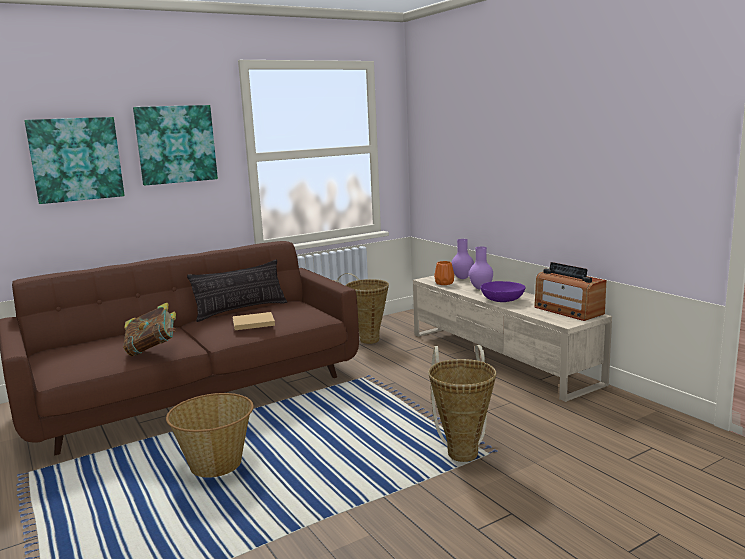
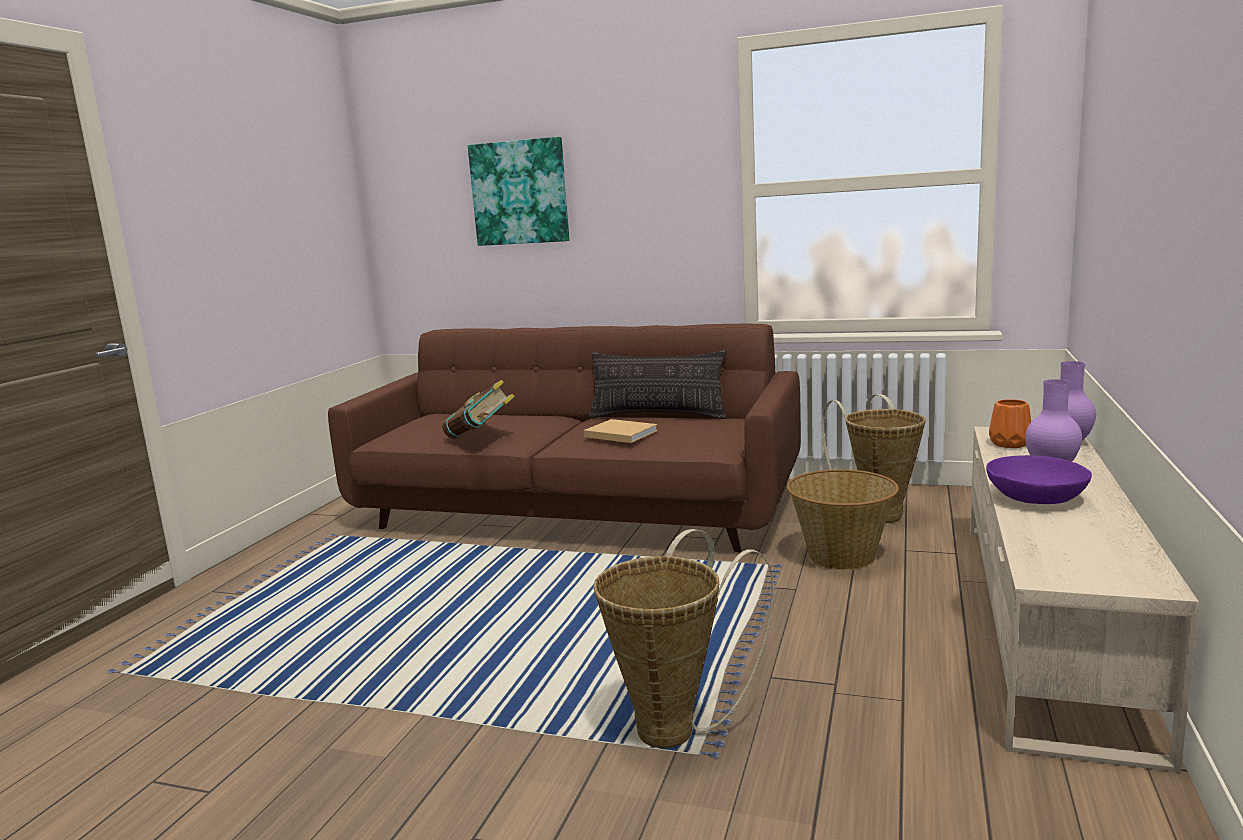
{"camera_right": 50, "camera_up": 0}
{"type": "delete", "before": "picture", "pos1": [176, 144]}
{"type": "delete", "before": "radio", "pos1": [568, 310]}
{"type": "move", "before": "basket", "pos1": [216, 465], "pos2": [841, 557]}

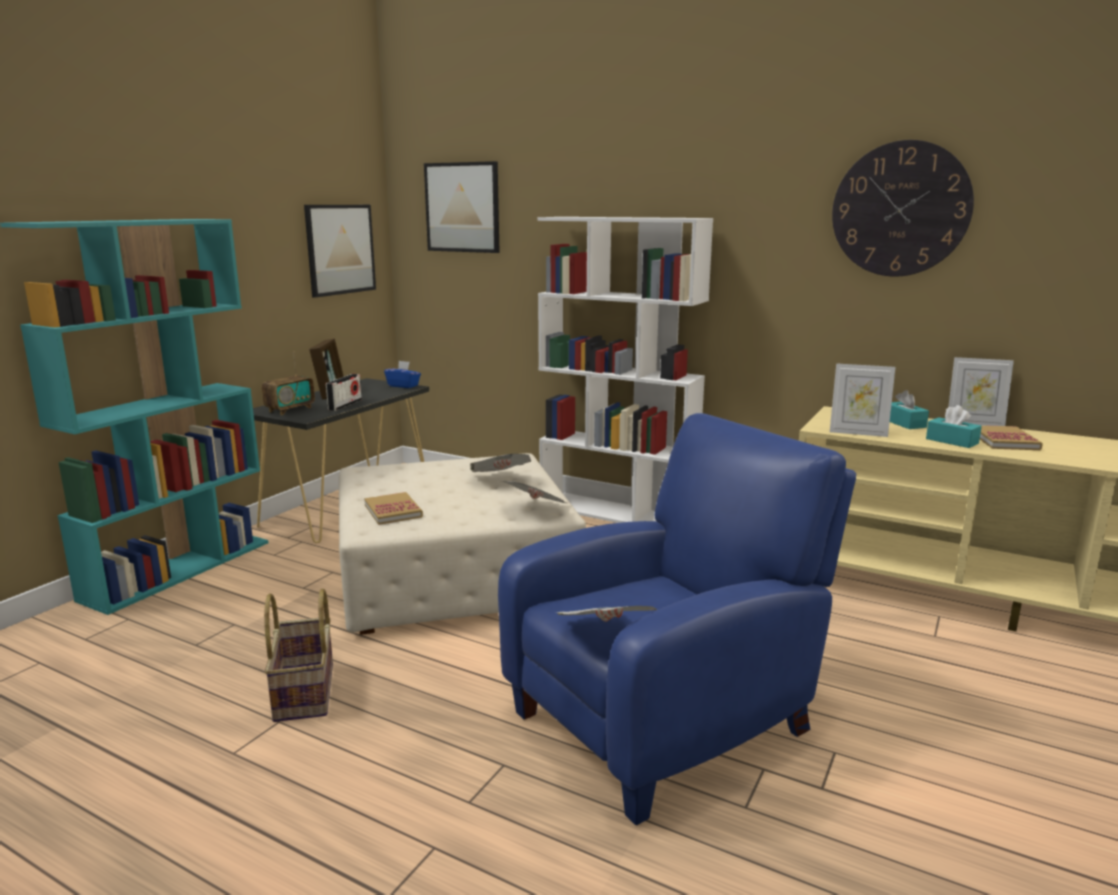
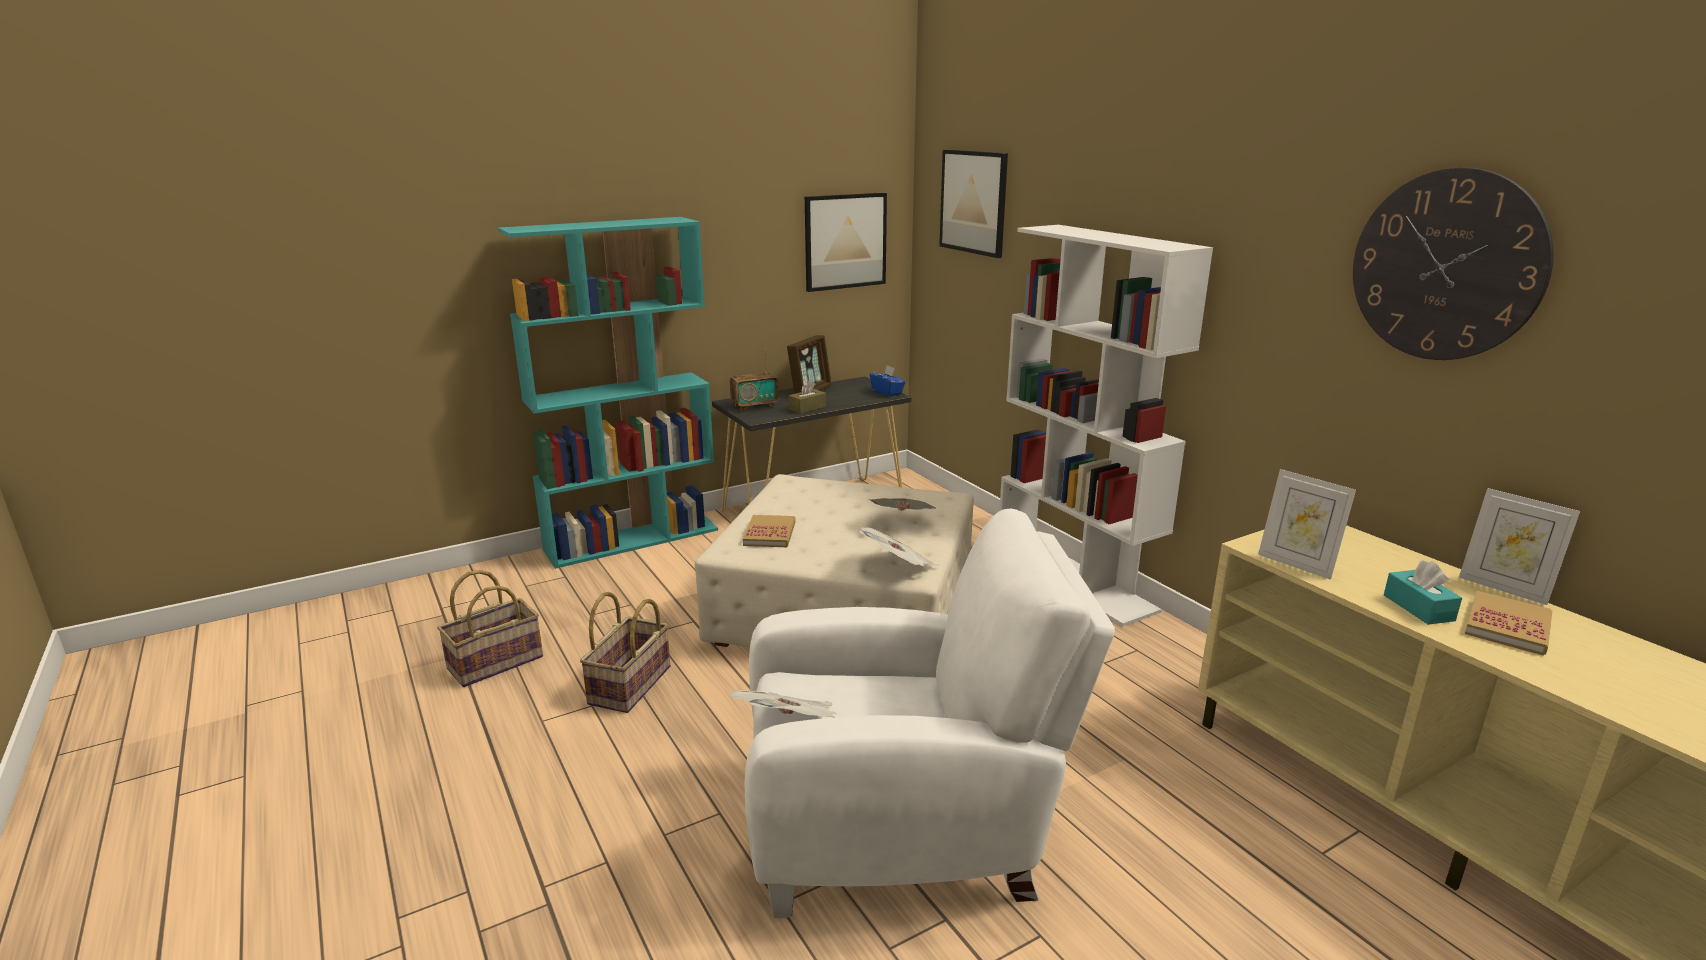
{"camera_right": 30, "camera_up": 5}
{"type": "replace", "before": "radio", "after": "tissue box in brown", "pos1": [345, 405], "pos2": [807, 408]}
{"type": "delete", "before": "tissue box in turquoise", "pos1": [904, 423]}
{"type": "recolor", "before": "armchair in blue", "after": "armchair in white", "pos1": [669, 718], "pos2": [905, 828]}
{"type": "insert", "after": "basket", "pos2": [495, 662]}

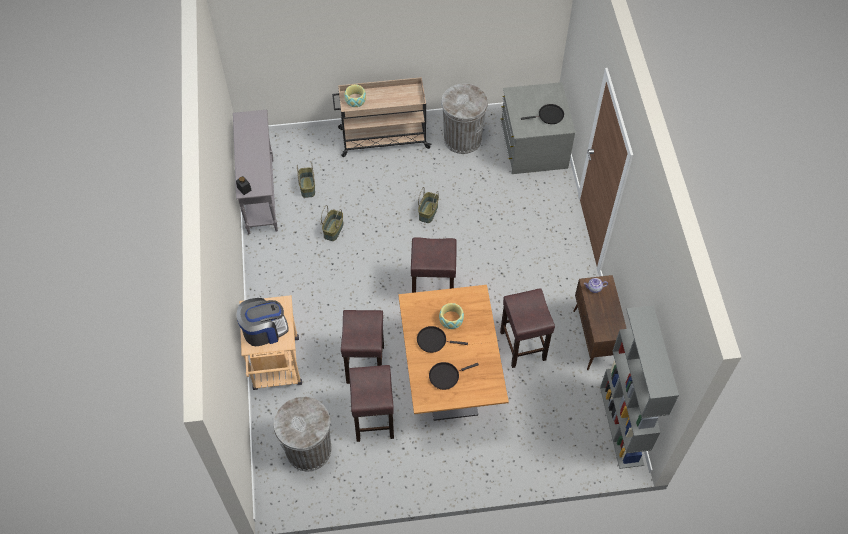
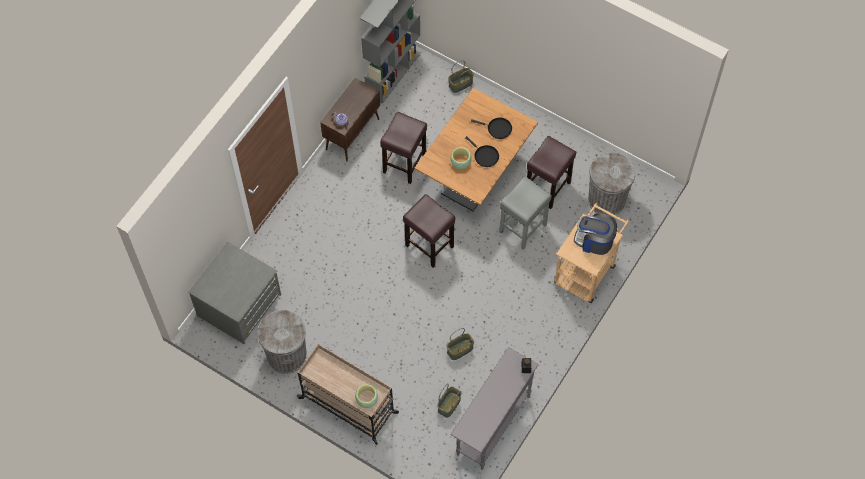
{"camera_right": -140, "camera_up": 5}
{"type": "delete", "before": "frying pan in black", "pos1": [549, 116]}
{"type": "move", "before": "basket", "pos1": [428, 212], "pos2": [460, 84]}
{"type": "recolor", "before": "stool in brown", "after": "stool in grey", "pos1": [365, 363], "pos2": [522, 229]}

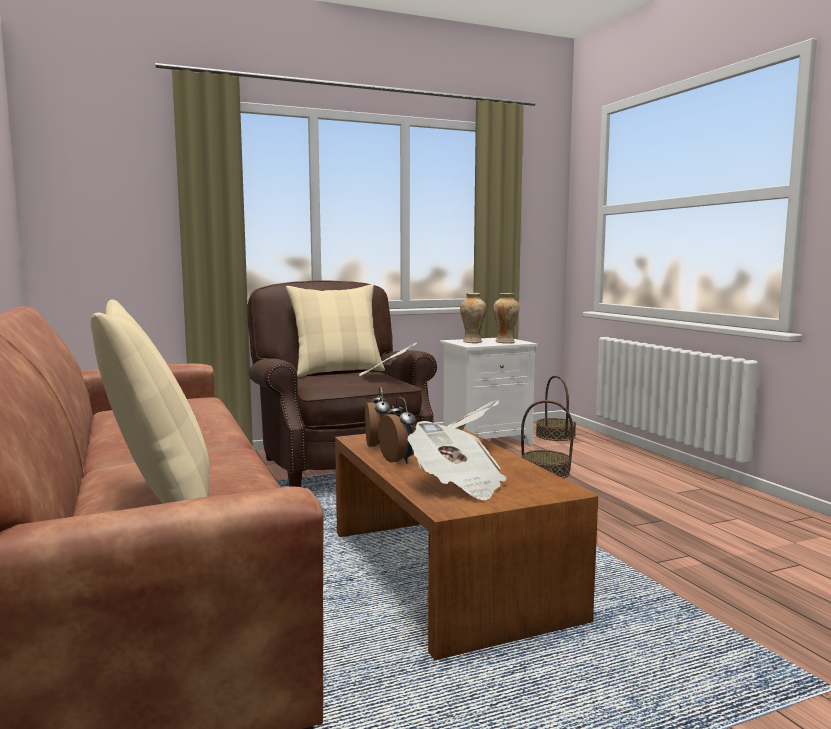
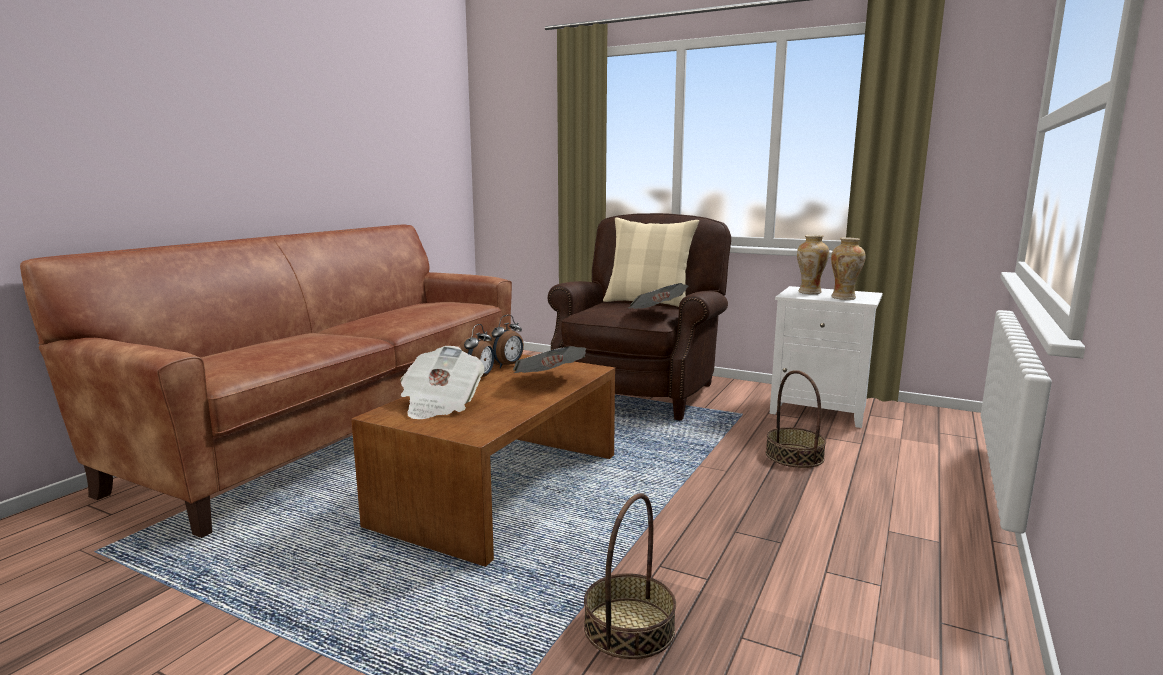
{"camera_right": 50, "camera_up": 5}
{"type": "delete", "before": "pillow in beige", "pos1": [161, 500]}
{"type": "move", "before": "basket", "pos1": [555, 436], "pos2": [629, 628]}

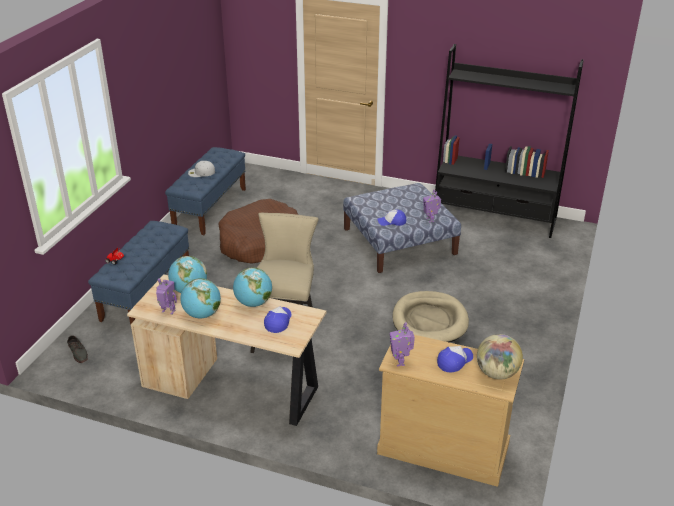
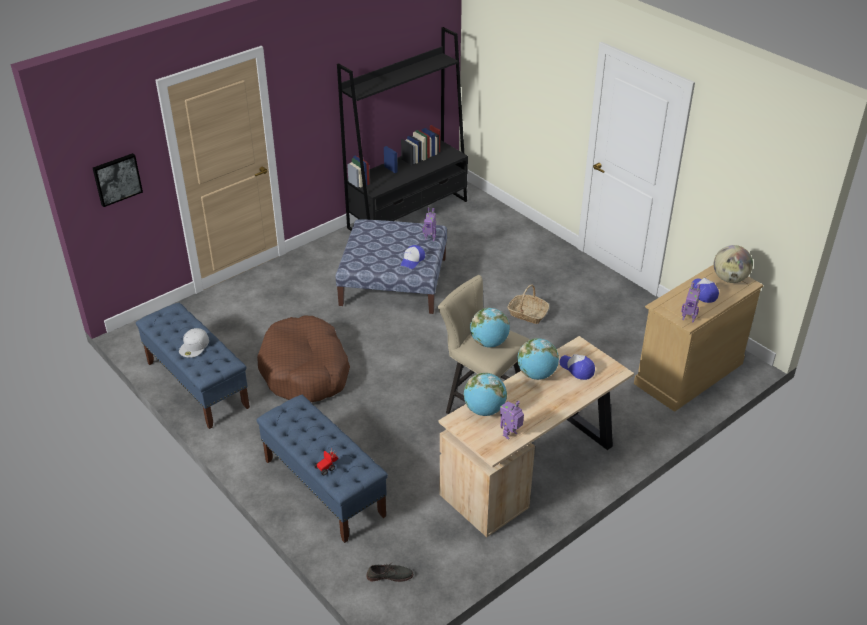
{"camera_right": -60, "camera_up": 5}
{"type": "move", "before": "globe", "pos1": [202, 314], "pos2": [489, 343]}
{"type": "replace", "before": "dog bed in beige", "after": "basket", "pos1": [430, 321], "pos2": [527, 314]}
{"type": "insert", "after": "picture", "pos2": [117, 179]}

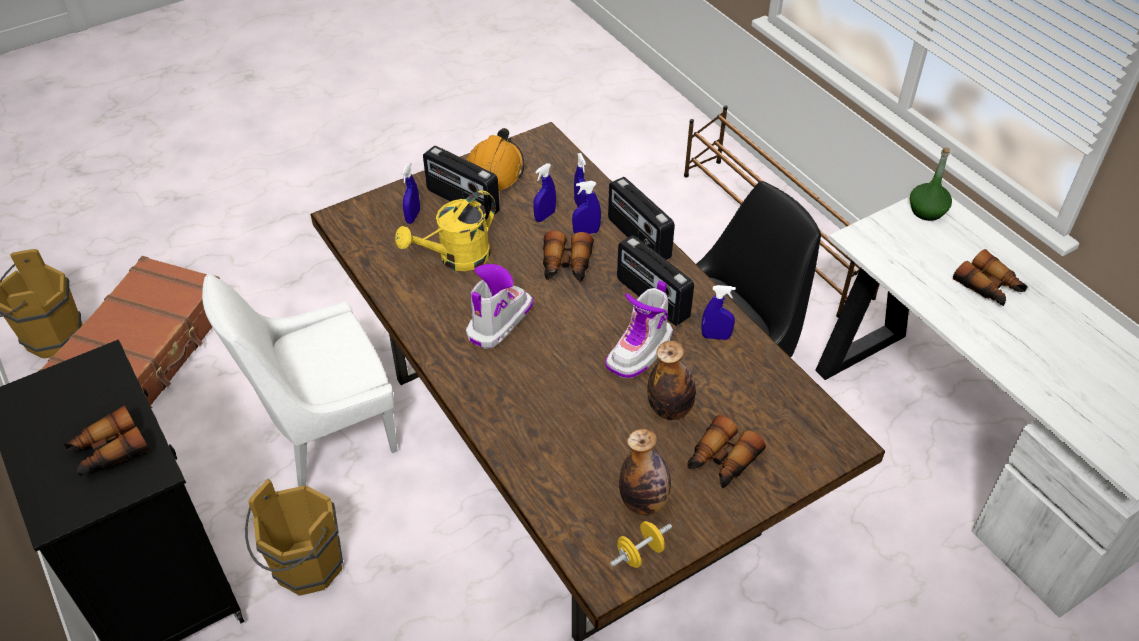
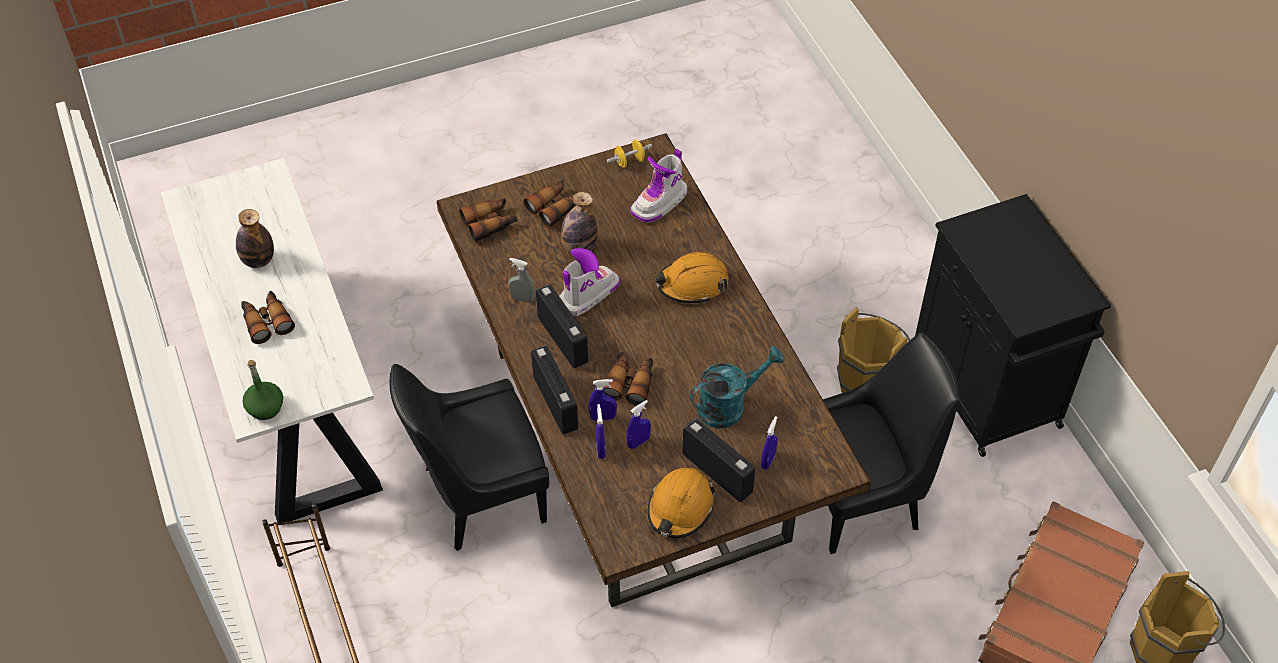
{"camera_right": -170, "camera_up": 5}
{"type": "recolor", "before": "watering can in yellow", "after": "watering can in turquoise", "pos1": [456, 259], "pos2": [729, 405]}
{"type": "move", "before": "boot", "pos1": [498, 322], "pos2": [660, 203]}
{"type": "recolor", "before": "chair in white", "after": "chair in black", "pos1": [325, 431], "pos2": [860, 497]}
{"type": "recolor", "before": "spray bottle in blue", "after": "spray bottle in grey", "pos1": [716, 336], "pos2": [522, 299]}
{"type": "move", "before": "binoculars", "pos1": [108, 451], "pos2": [490, 223]}
{"type": "move", "before": "bottle", "pos1": [644, 502], "pos2": [258, 260]}
{"type": "insert", "after": "hard hat in orange", "pos2": [692, 284]}

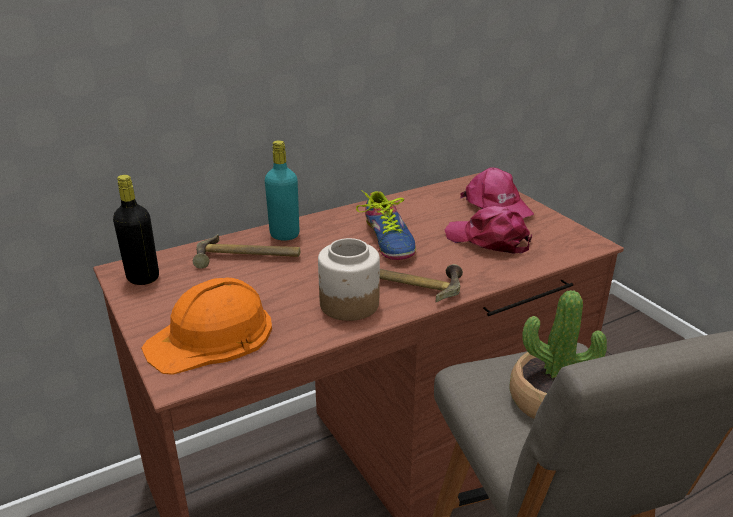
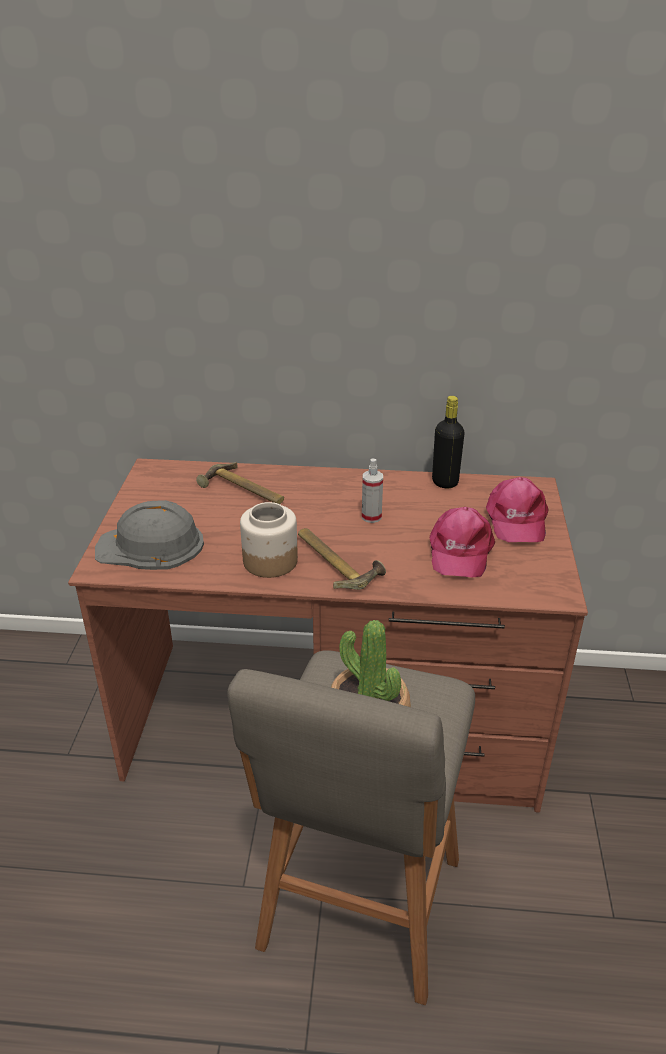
{"camera_right": 35, "camera_up": 5}
{"type": "delete", "before": "bottle in turquoise", "pos1": [284, 235]}
{"type": "move", "before": "bottle in black", "pos1": [143, 278], "pos2": [445, 482]}
{"type": "replace", "before": "shoe", "after": "spray bottle", "pos1": [389, 240], "pos2": [371, 517]}
{"type": "rotate", "before": "cap in pink", "pos1": [488, 240], "pos2": [459, 551], "turn": -150}
{"type": "recolor", "before": "hard hat in orange", "after": "hard hat in grey", "pos1": [211, 336], "pos2": [151, 545]}

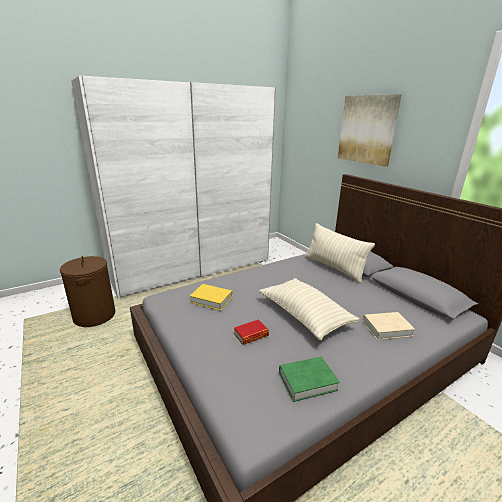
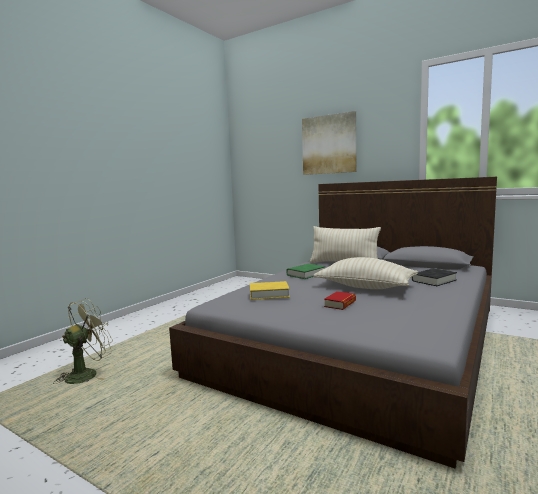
{"camera_right": -25, "camera_up": -15}
{"type": "delete", "before": "wardrobe in white", "pos1": [192, 267]}
{"type": "replace", "before": "laundry basket in brown", "after": "fan in green", "pos1": [94, 315], "pos2": [87, 374]}
{"type": "recolor", "before": "book in beige", "after": "book in black", "pos1": [386, 328], "pos2": [434, 280]}
{"type": "move", "before": "book in green", "pos1": [307, 381], "pos2": [306, 274]}

